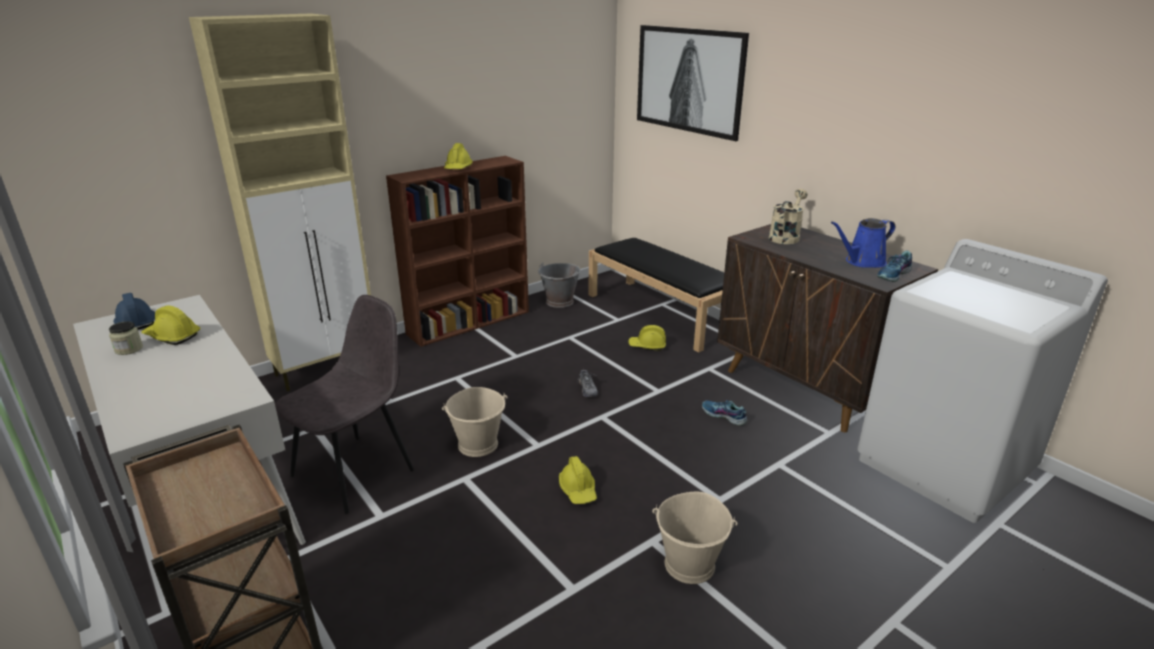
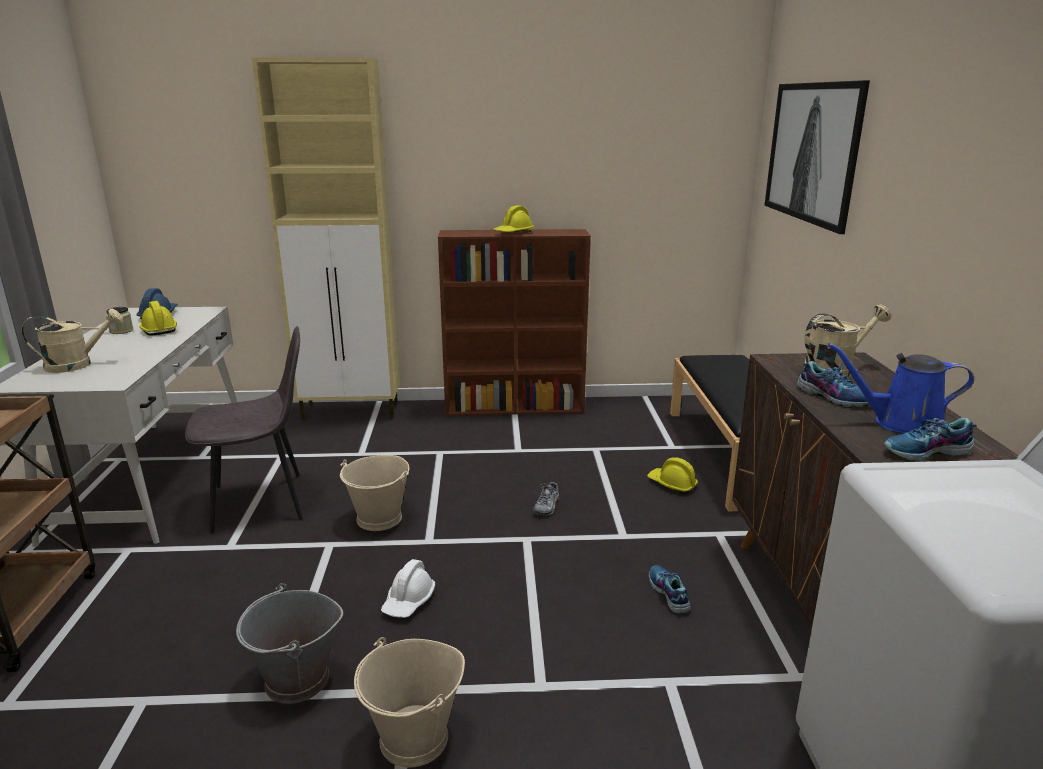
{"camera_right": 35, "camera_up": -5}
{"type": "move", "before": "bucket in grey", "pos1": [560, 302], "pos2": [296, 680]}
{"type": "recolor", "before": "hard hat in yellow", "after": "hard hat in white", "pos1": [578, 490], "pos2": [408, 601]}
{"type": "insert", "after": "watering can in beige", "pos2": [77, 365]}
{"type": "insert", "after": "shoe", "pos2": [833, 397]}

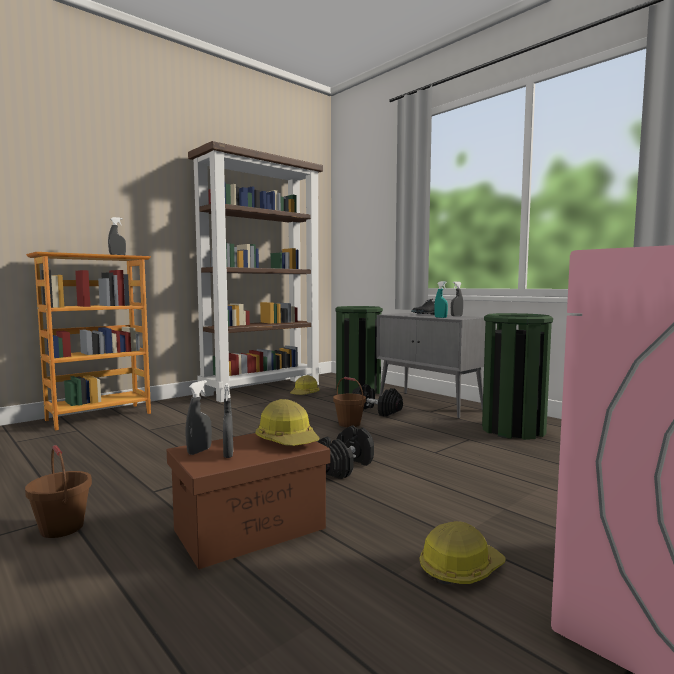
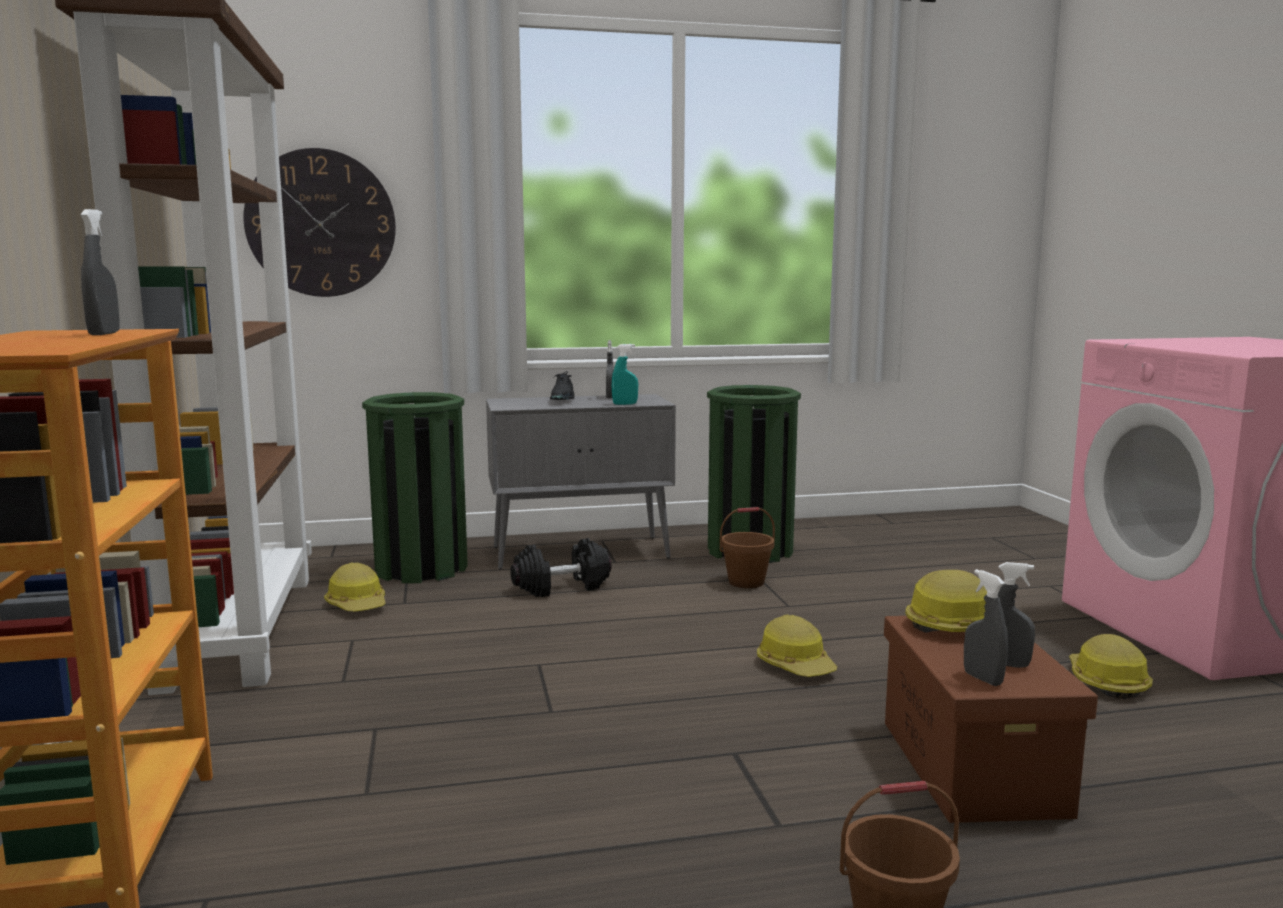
{"camera_right": -60, "camera_up": 5}
{"type": "move", "before": "bucket in brown", "pos1": [349, 424], "pos2": [746, 582]}
{"type": "replace", "before": "dumbbell in black", "after": "hard hat", "pos1": [344, 467], "pos2": [796, 665]}
{"type": "insert", "after": "wall clock", "pos2": [321, 223]}

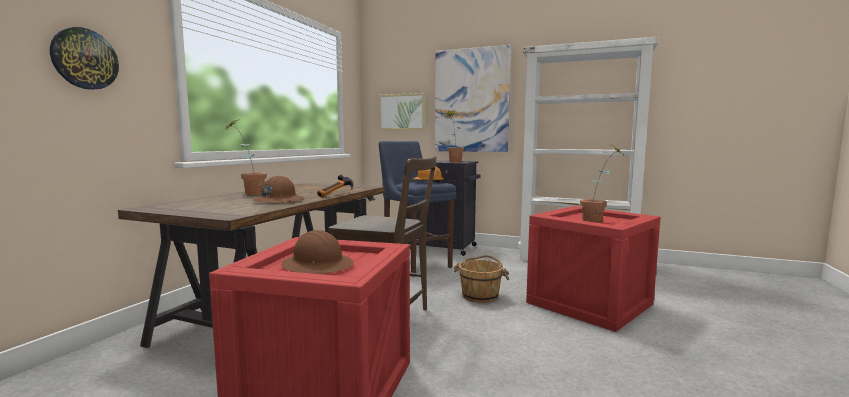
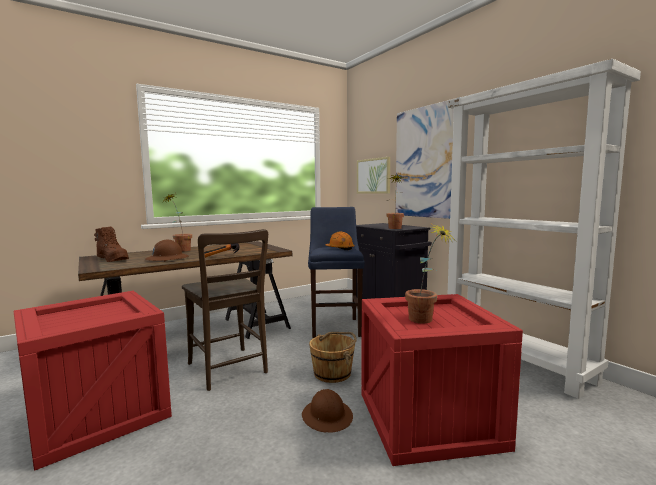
{"camera_right": 35, "camera_up": 0}
{"type": "delete", "before": "wall clock", "pos1": [85, 59]}
{"type": "move", "before": "hard hat in brown", "pos1": [318, 265], "pos2": [327, 416]}
{"type": "insert", "after": "boot in brown", "pos2": [113, 259]}

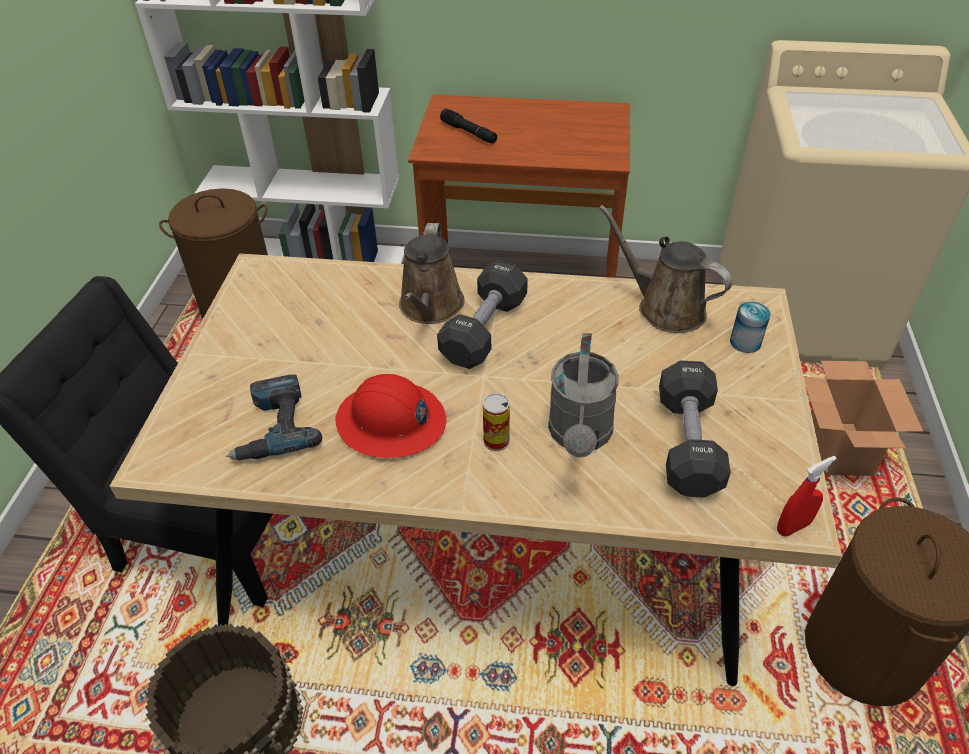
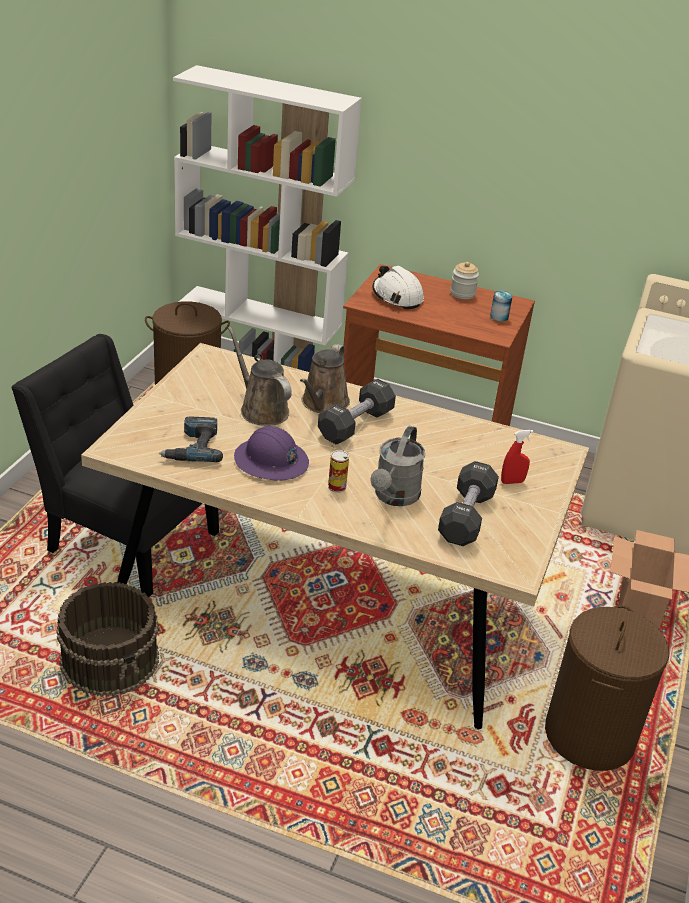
{"camera_right": 10, "camera_up": -10}
{"type": "replace", "before": "flashlight in black", "after": "hard hat in white", "pos1": [469, 133], "pos2": [397, 296]}
{"type": "move", "before": "watering can in brown", "pos1": [665, 308], "pos2": [261, 409]}
{"type": "move", "before": "can", "pos1": [745, 342], "pos2": [499, 317]}
{"type": "recolor", "before": "hard hat in red", "after": "hard hat in purple", "pos1": [391, 422], "pos2": [271, 461]}
{"type": "move", "before": "spray bottle in red", "pos1": [793, 527], "pos2": [512, 482]}
{"type": "insert", "after": "jar", "pos2": [462, 294]}

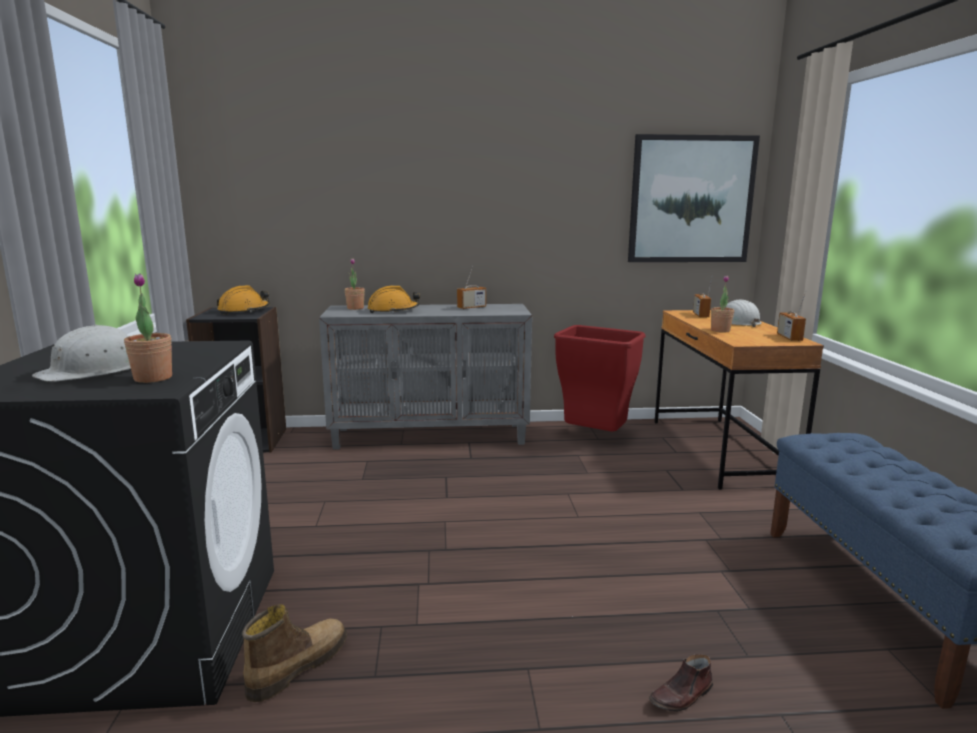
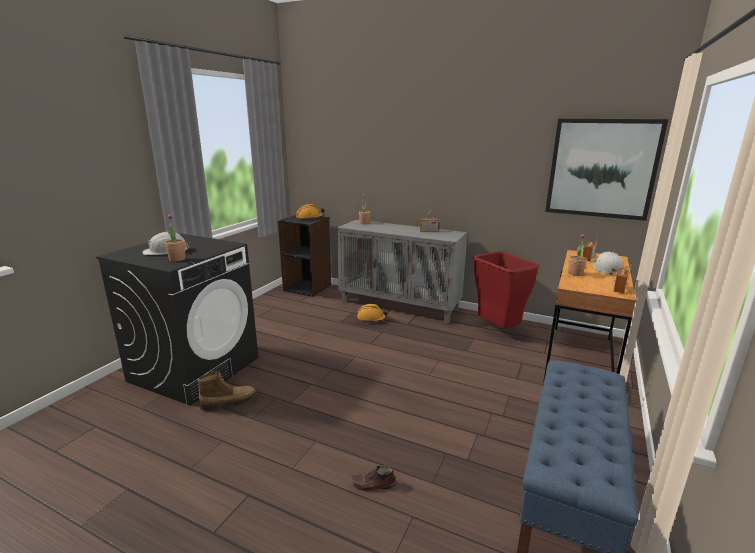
{"camera_right": 30, "camera_up": 5}
{"type": "move", "before": "hard hat in orange", "pos1": [393, 311], "pos2": [371, 318]}

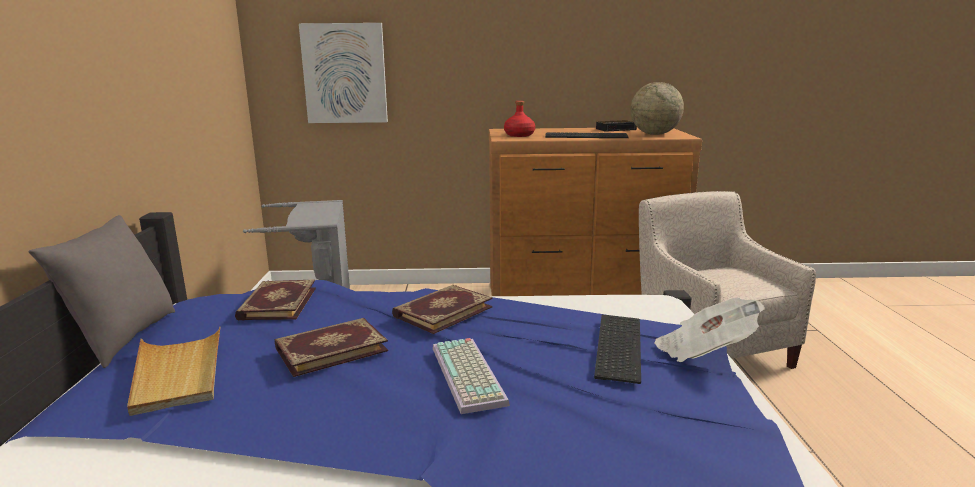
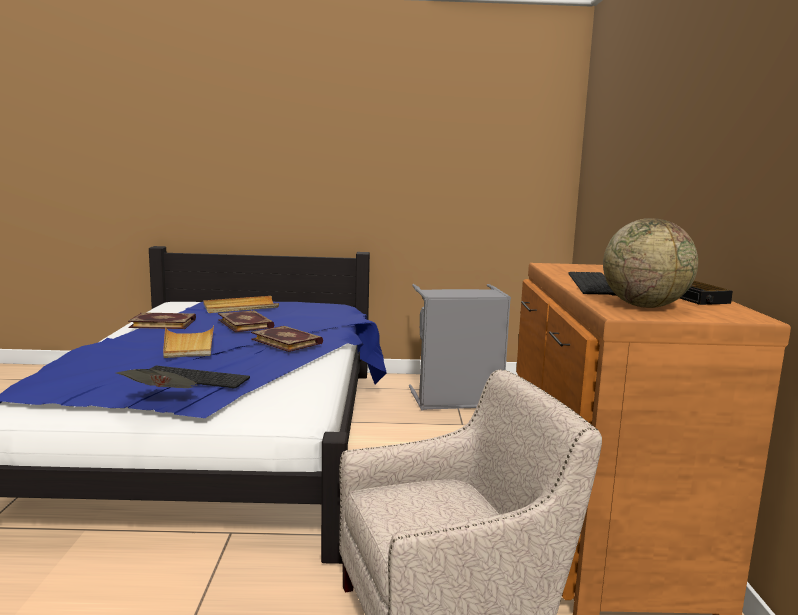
{"camera_right": 90, "camera_up": -5}
{"type": "delete", "before": "picture", "pos1": [345, 73]}
{"type": "delete", "before": "bottle in red", "pos1": [519, 135]}
{"type": "delete", "before": "pillow in grey", "pos1": [123, 339]}
{"type": "move", "before": "book", "pos1": [276, 303], "pos2": [163, 323]}
{"type": "replace", "before": "keyboard", "after": "tray in beige", "pos1": [470, 375], "pos2": [188, 345]}

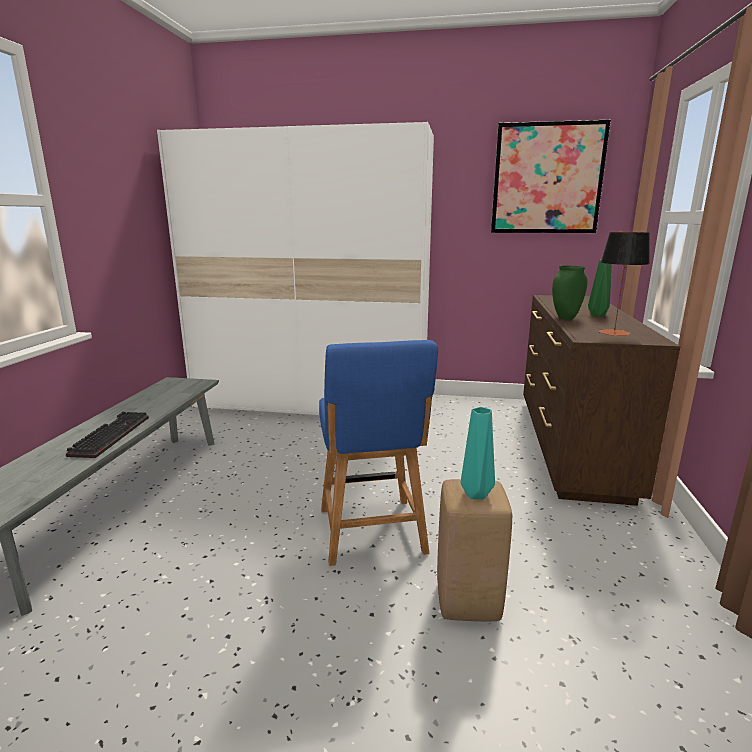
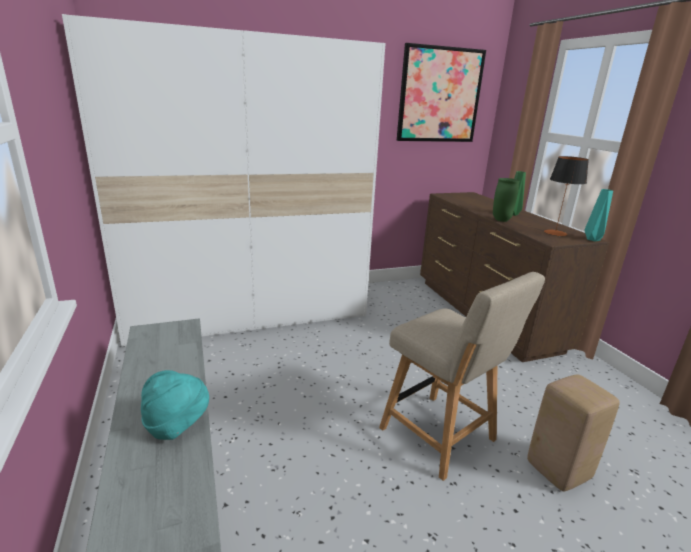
{"camera_right": -30, "camera_up": 5}
{"type": "recolor", "before": "chair in blue", "after": "chair in beige", "pos1": [372, 534], "pos2": [441, 437]}
{"type": "move", "before": "vase in turquoise", "pos1": [475, 493], "pos2": [592, 239]}
{"type": "replace", "before": "keyboard", "after": "hat in turquoise", "pos1": [110, 435], "pos2": [177, 425]}

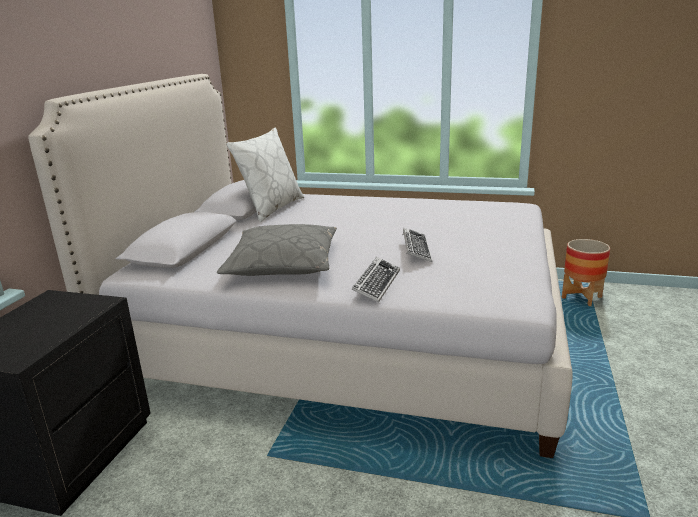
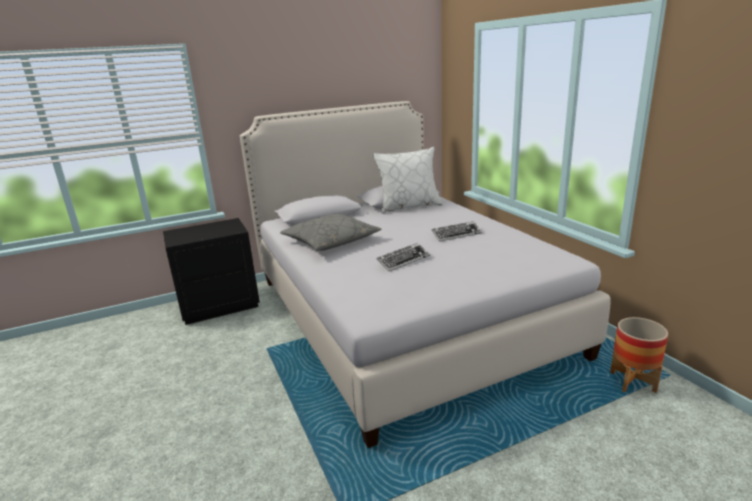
{"camera_right": 50, "camera_up": 0}
{"type": "move", "before": "keyboard", "pos1": [376, 284], "pos2": [456, 234]}

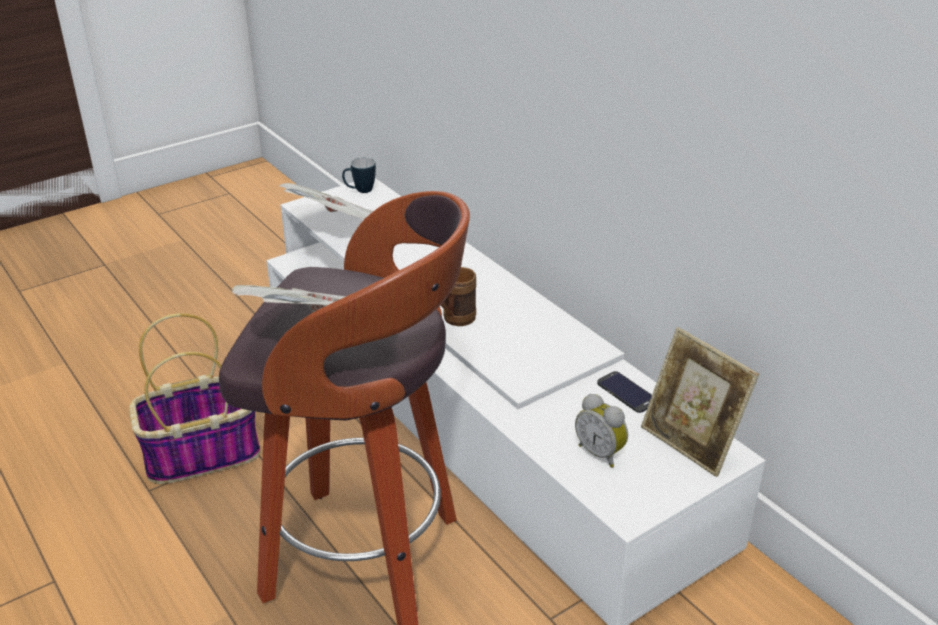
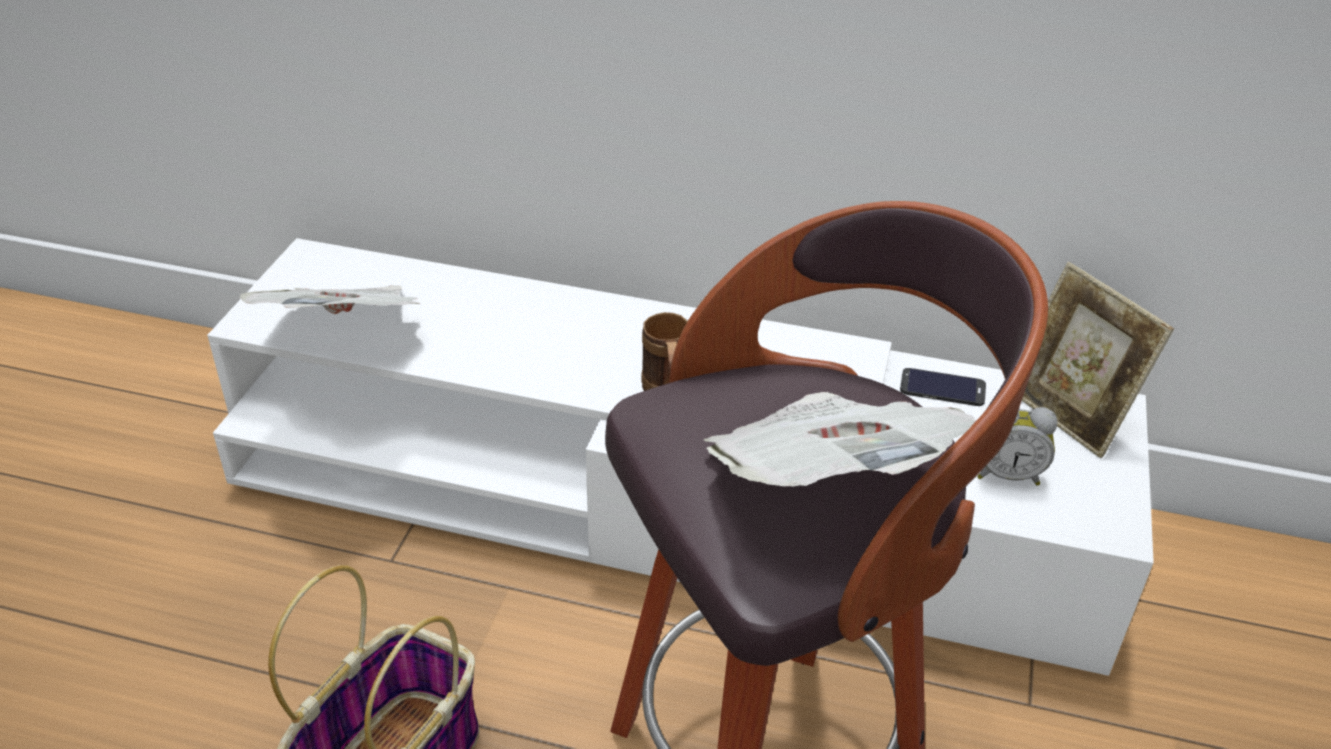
{"camera_right": -40, "camera_up": 5}
{"type": "delete", "before": "mug", "pos1": [360, 191]}
{"type": "rotate", "before": "picture frame", "pos1": [690, 444], "pos2": [1068, 415], "turn": 45}

